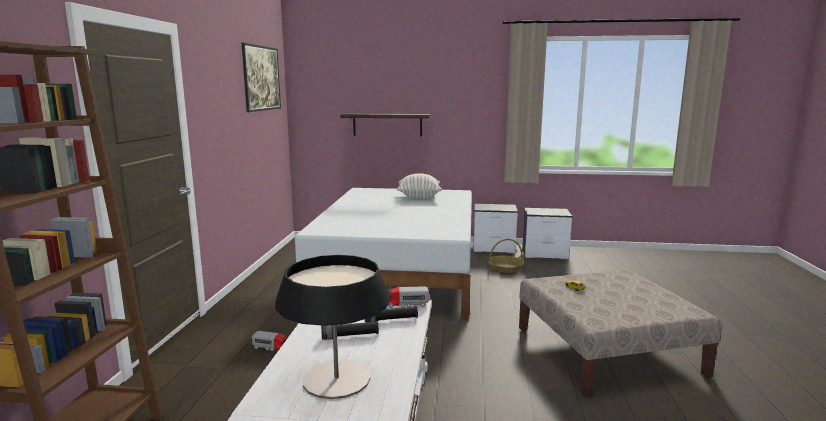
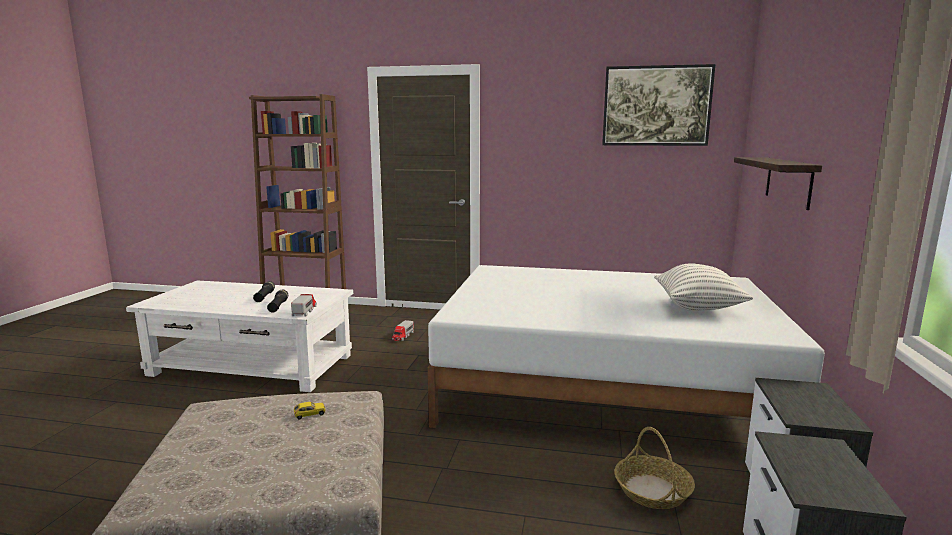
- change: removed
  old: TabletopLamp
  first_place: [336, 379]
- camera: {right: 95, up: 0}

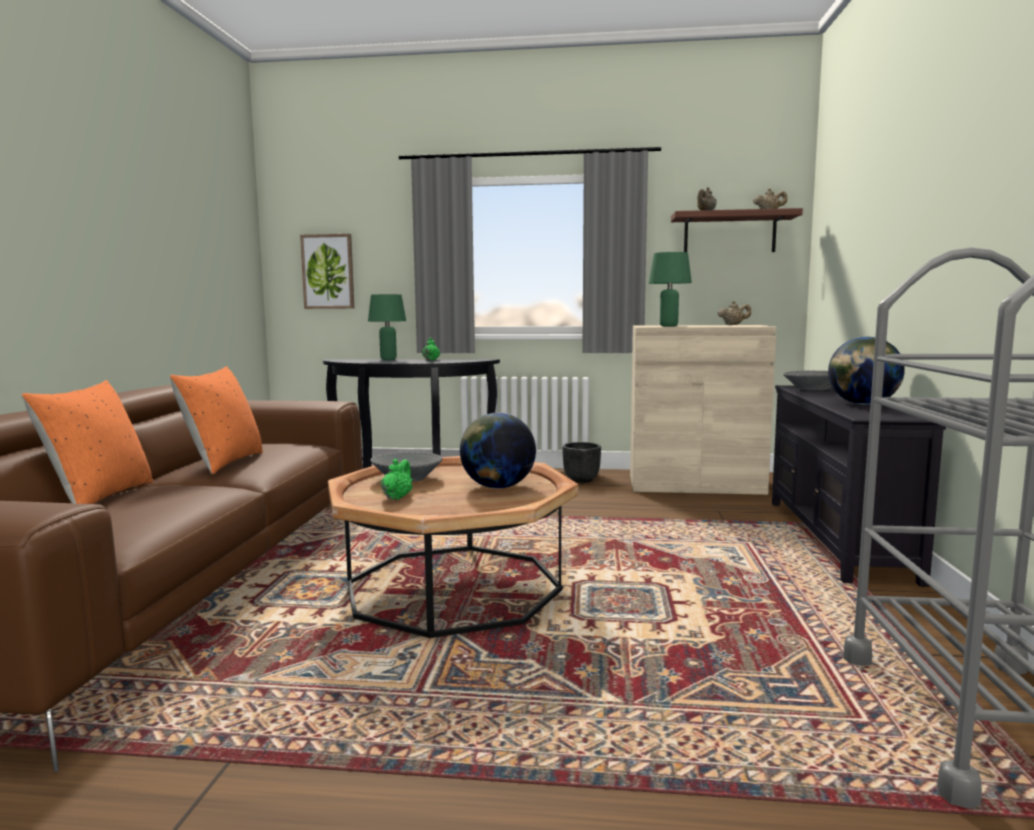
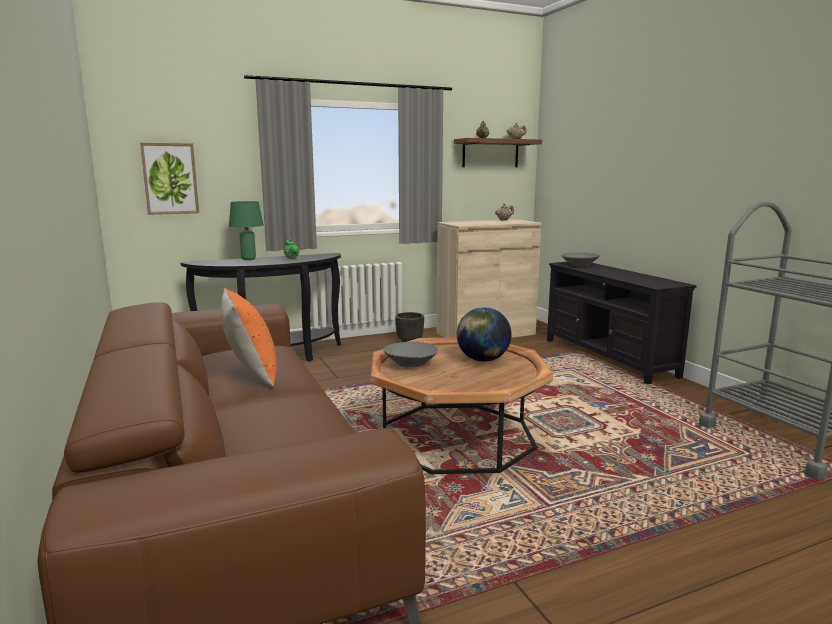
- change: removed
  old: OrangeColouredPillow
  first_place: [99, 496]
- change: removed
  old: GreenishTeaPot
  first_place: [397, 497]
- change: removed
  old: GreenishTabletopLamp
  first_place: [668, 326]
- change: removed
  old: WorldGlobe
  first_place: [862, 404]
- camera: {right: -30, up: 5}

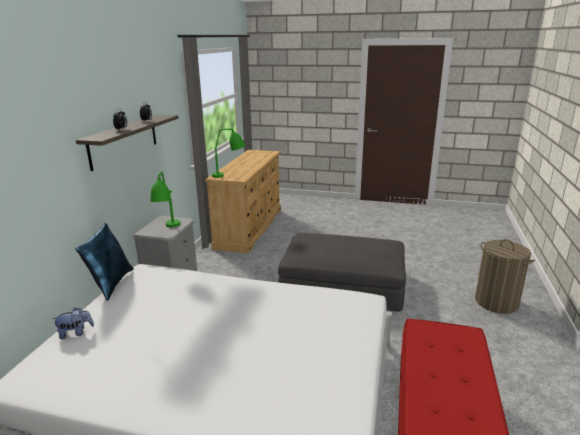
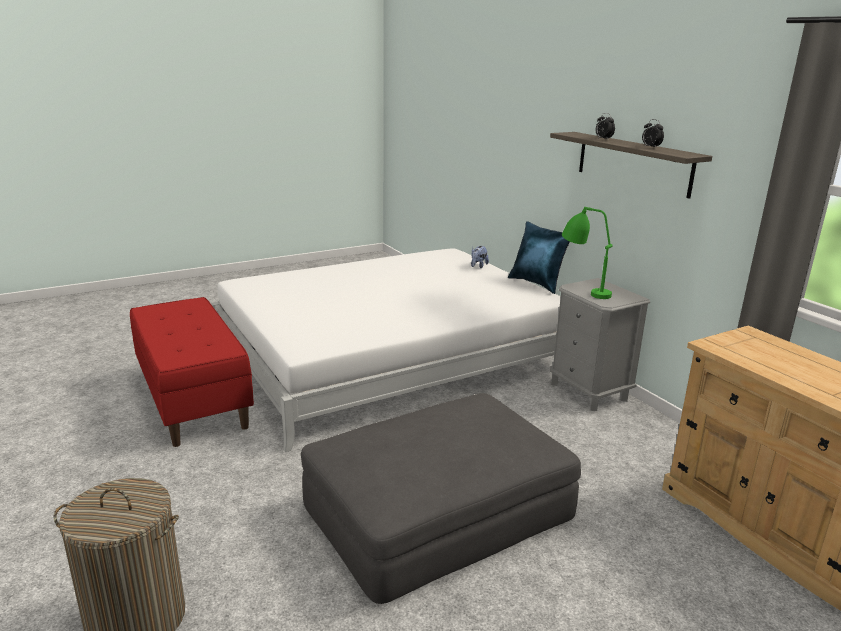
- change: removed
  old: GreenishTabletopLamp
  first_place: [230, 176]
- camera: {right: 135, up: 0}

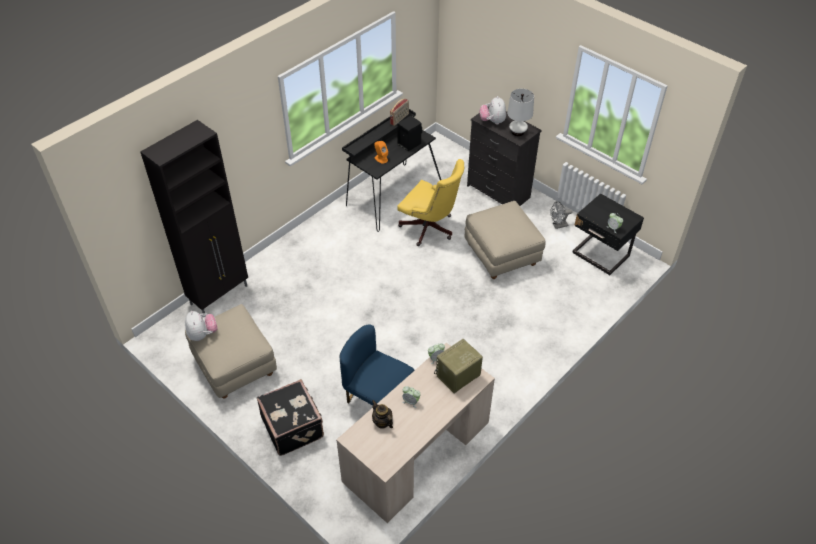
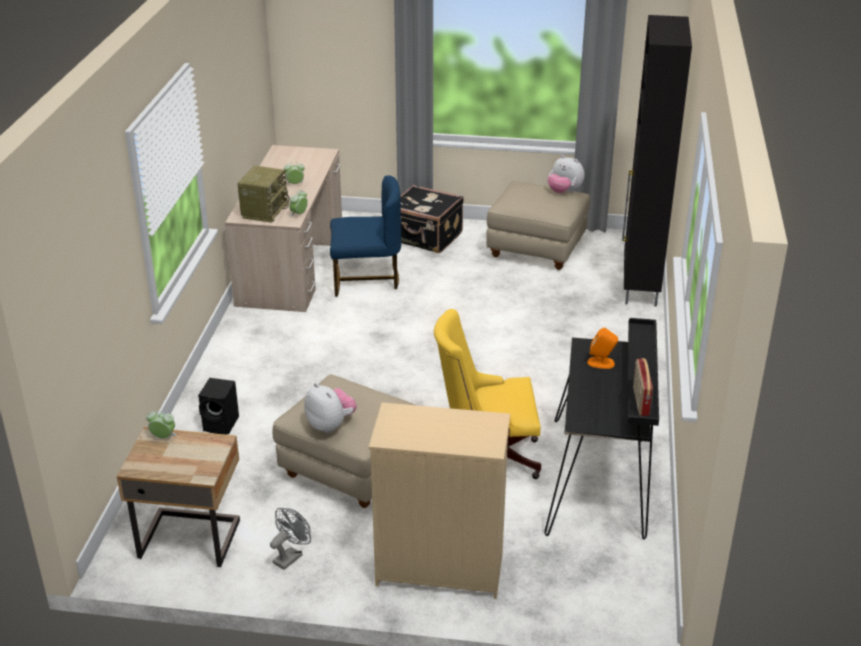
- change: recoloured
  old: BlackColouredNightTable
  new: BeigeColouredNightTable
  first_place: [600, 256]
  second_place: [190, 537]
- change: moved
  old: BlackColouredLoudspeaker
  first_place: [409, 143]
  second_place: [222, 424]
- change: moved
  old: CuddlyToy
  first_place: [492, 121]
  second_place: [330, 425]
- change: recoloured
  old: BlackColouredChestOfDrawers
  new: BeigeColouredChestOfDrawers
  first_place: [498, 192]
  second_place: [438, 568]
- change: removed
  old: TeaPot
  first_place: [382, 422]
- change: removed
  old: WhiteTabletopLamp
  first_place: [517, 132]
- camera: {right: 145, up: -15}

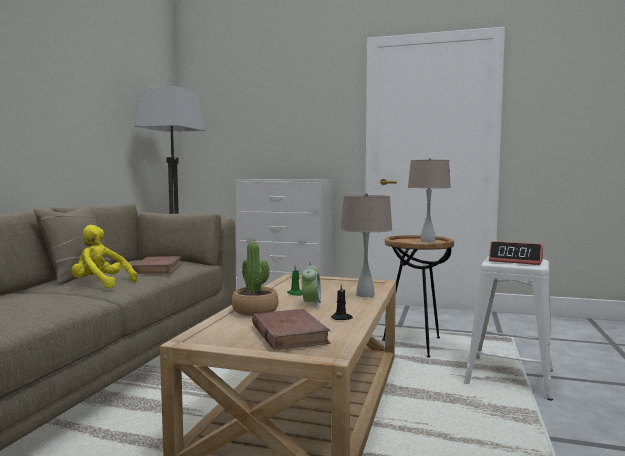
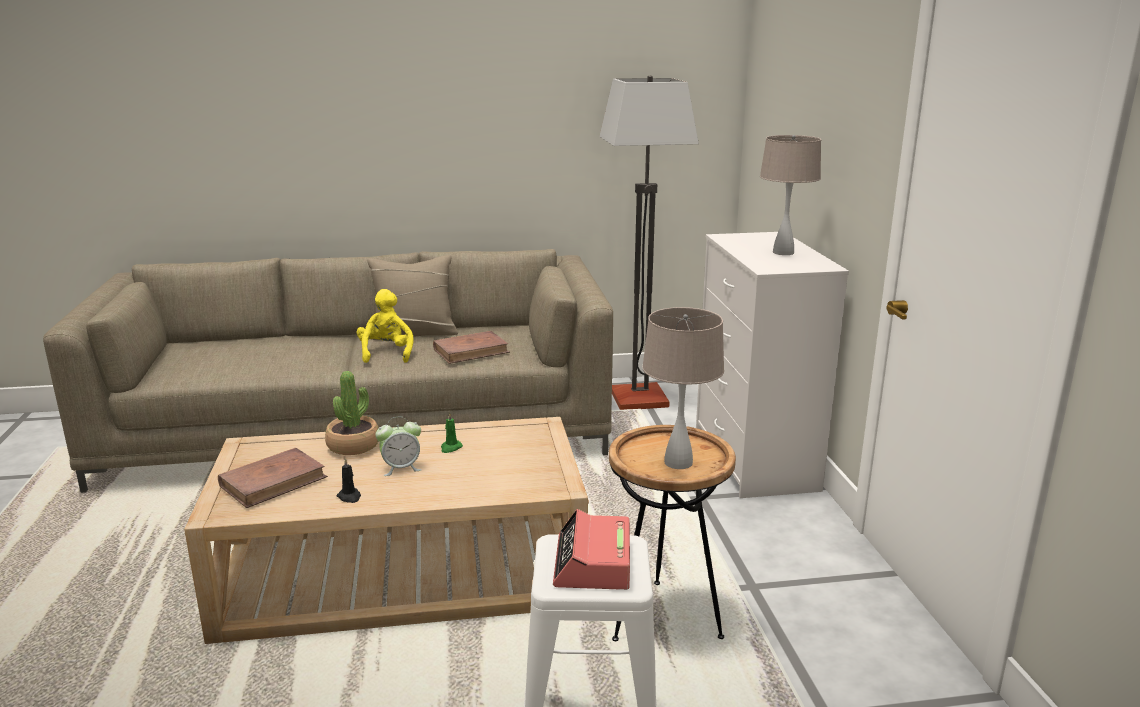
- change: moved
  old: BeigeColouredTabletopLamp
  first_place: [365, 295]
  second_place: [783, 252]
- camera: {right: 65, up: 15}

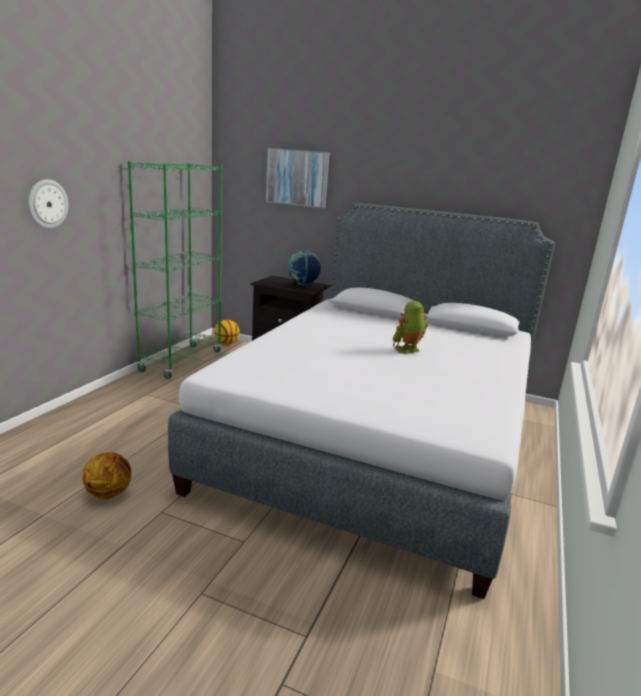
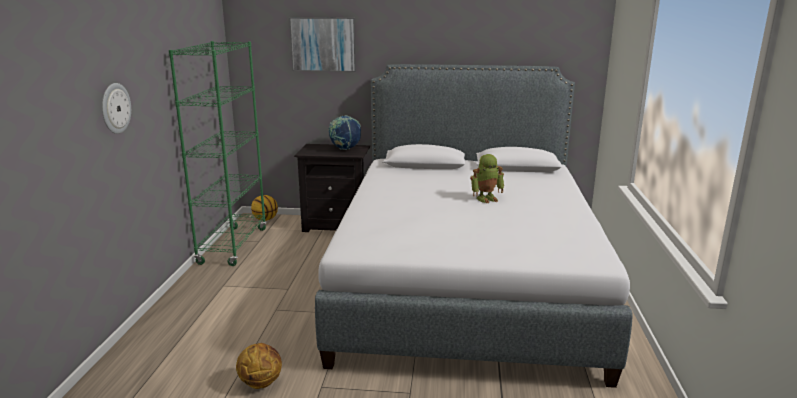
- change: turned
  old: ModelRobot
  first_place: [408, 351]
  second_place: [486, 198]
  degrees: -150
- camera: {right: -15, up: 0}

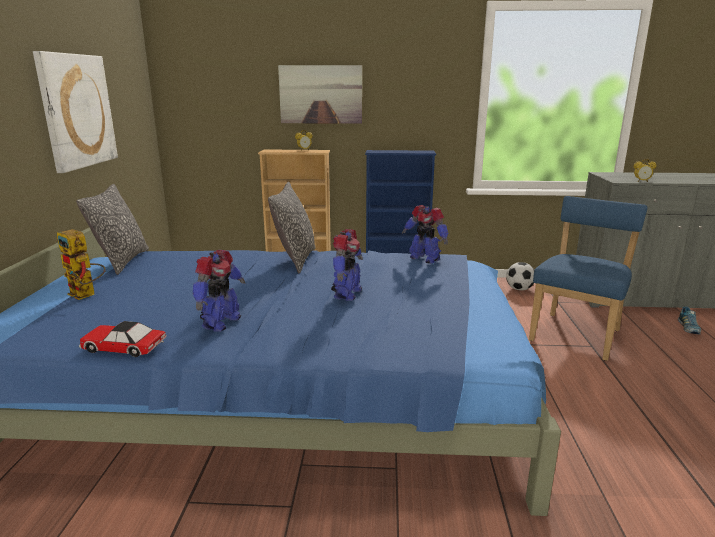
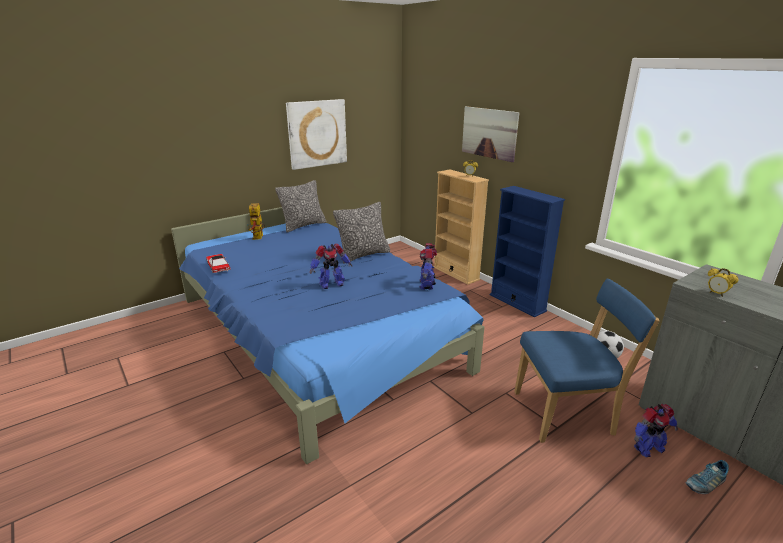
- change: moved
  old: ModelRobot
  first_place: [220, 322]
  second_place: [648, 448]
- camera: {right: 50, up: 5}

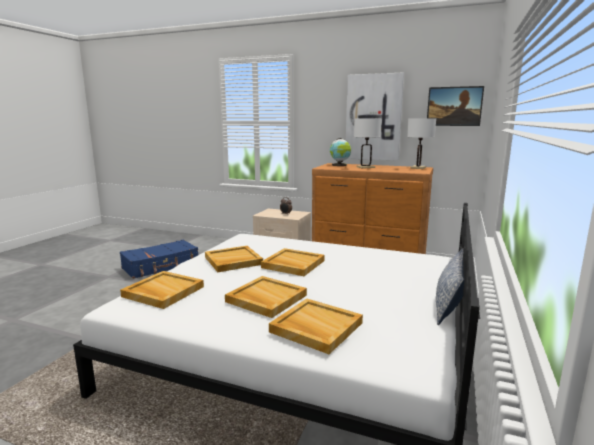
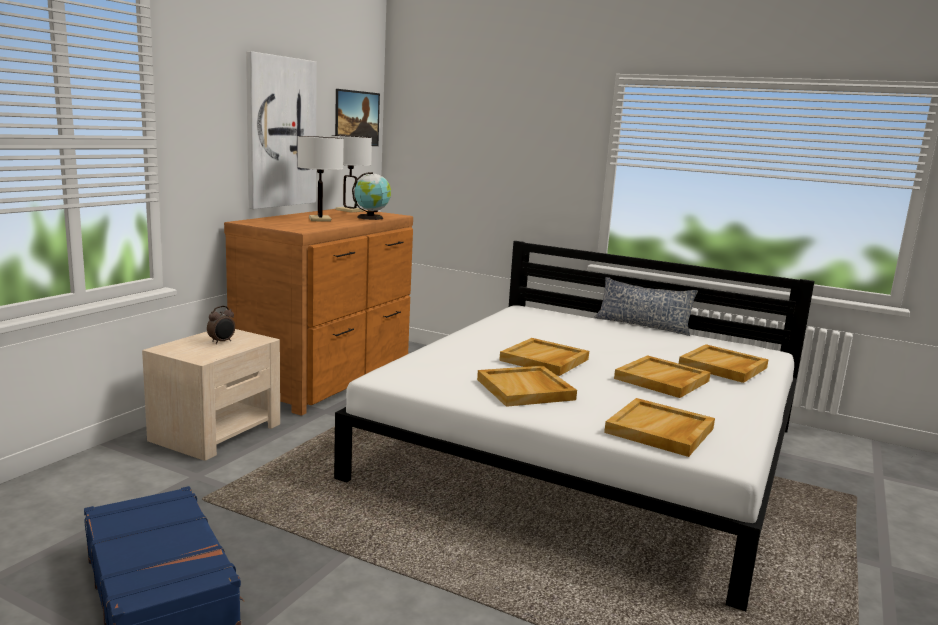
- change: moved
  old: WorldGlobe
  first_place: [340, 165]
  second_place: [371, 218]
- camera: {right: -85, up: 0}

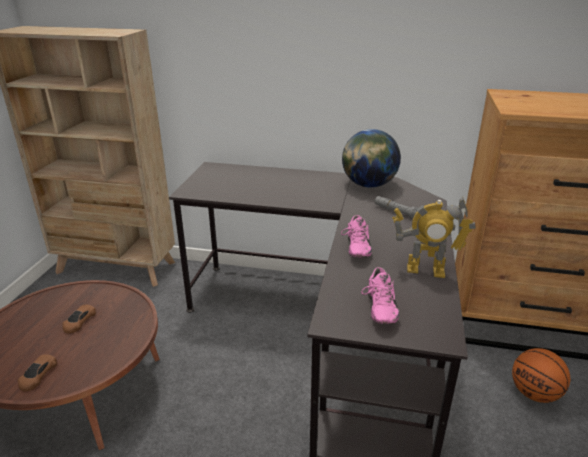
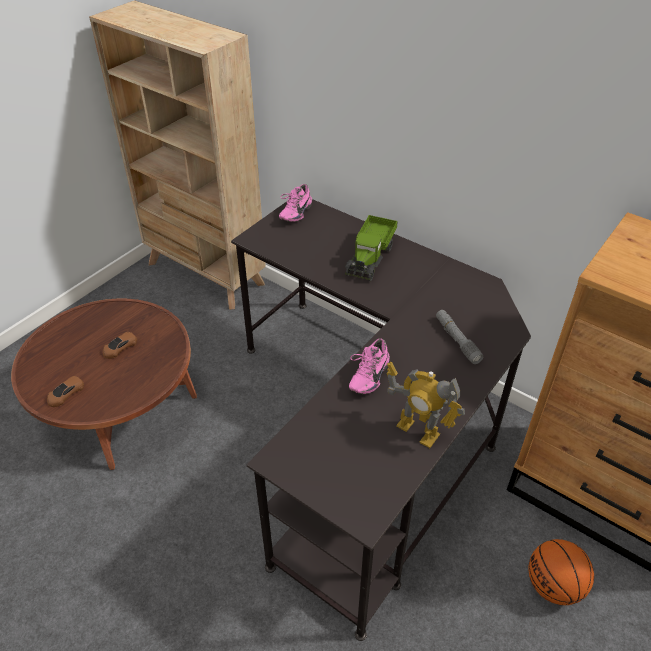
- change: moved
  old: PinkColouredLowShoe
  first_place: [378, 309]
  second_place: [294, 213]
- change: added
  new: ModelTruck
  second_place: [370, 257]
- change: removed
  old: WorldGlobe
  first_place: [368, 185]
- camera: {right: 25, up: 15}

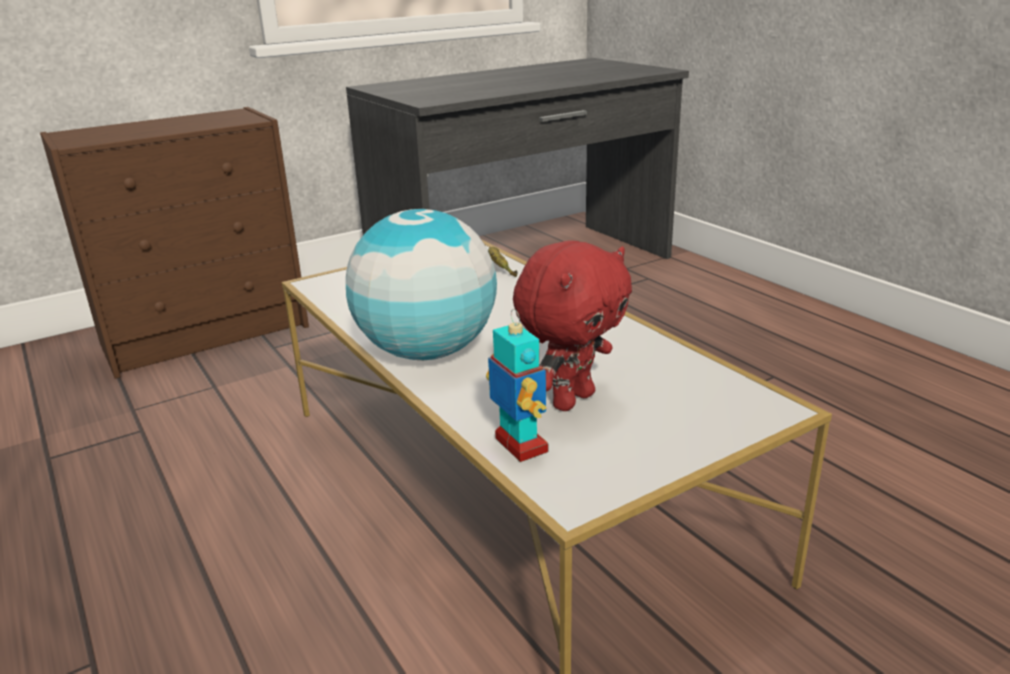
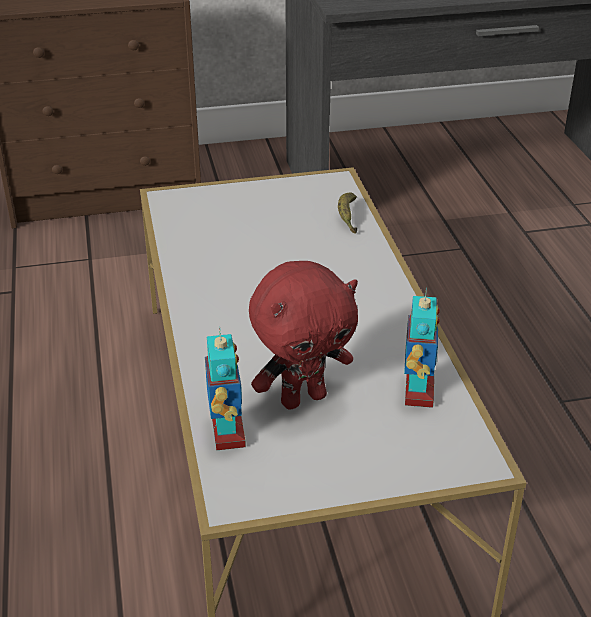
- change: added
  new: ModelRobot
  second_place: [417, 393]
- change: removed
  old: WorldGlobe
  first_place: [427, 352]
- camera: {right: 20, up: 10}

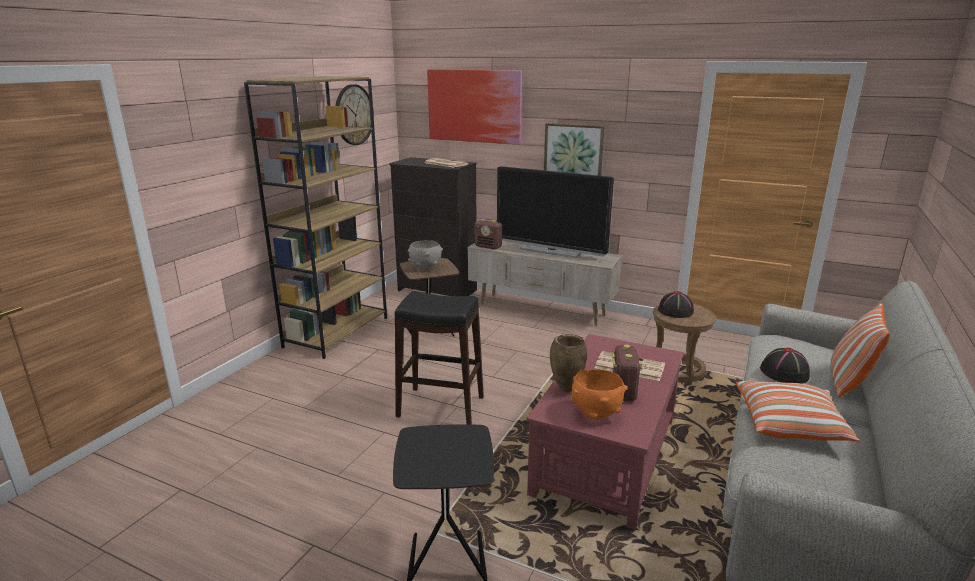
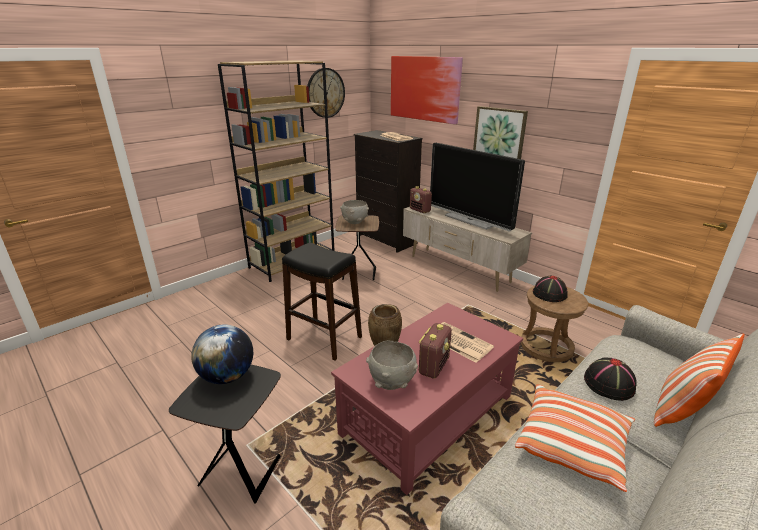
- change: added
  new: WorldGlobe
  second_place: [227, 376]
- change: recoloured
  old: OrangeColouredDeepDish
  new: GrayDeepDish
  first_place: [596, 413]
  second_place: [392, 382]
- camera: {right: 20, up: 5}

